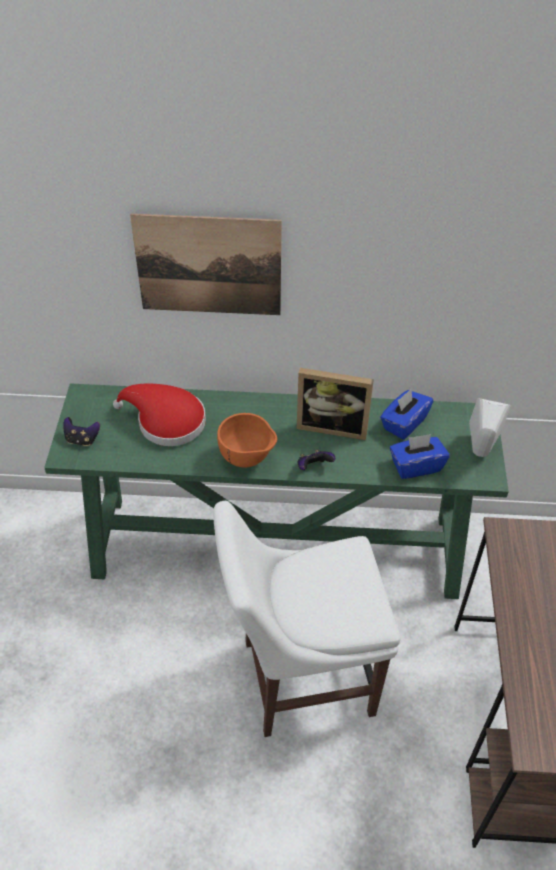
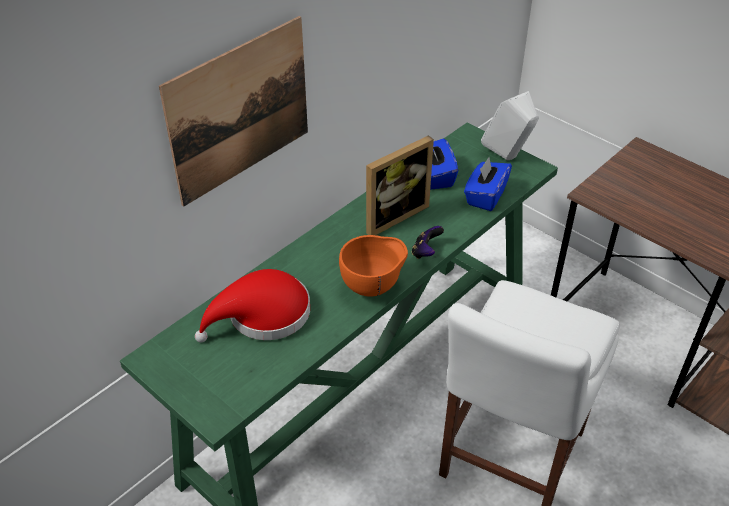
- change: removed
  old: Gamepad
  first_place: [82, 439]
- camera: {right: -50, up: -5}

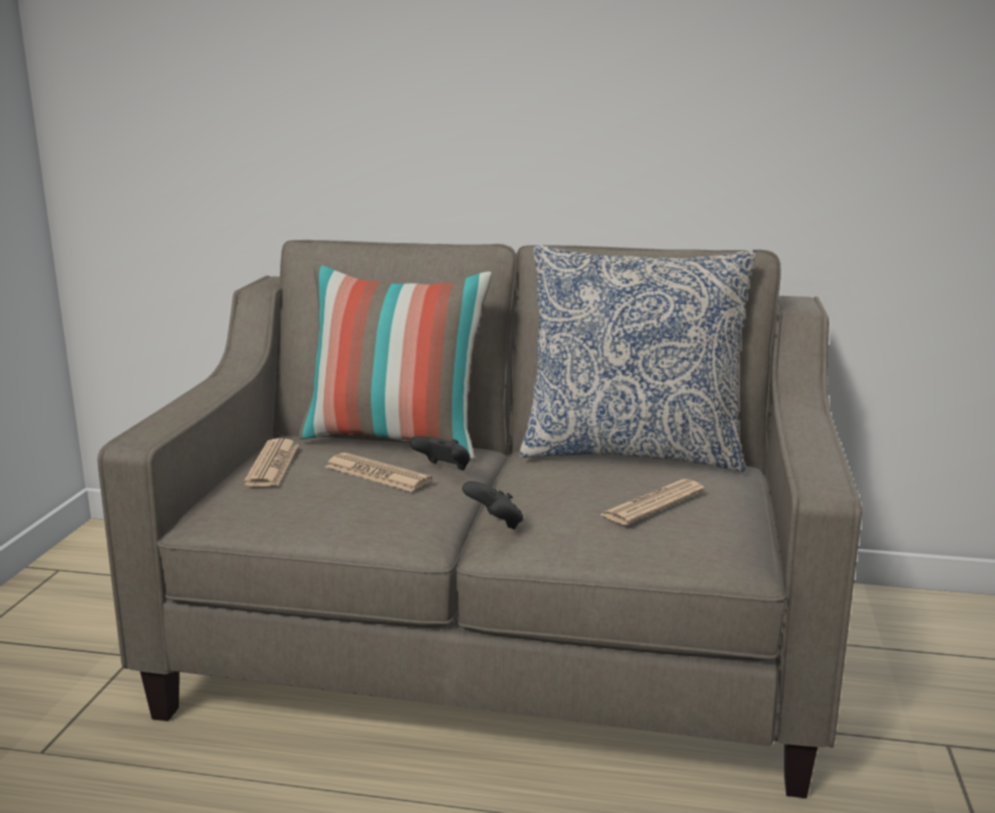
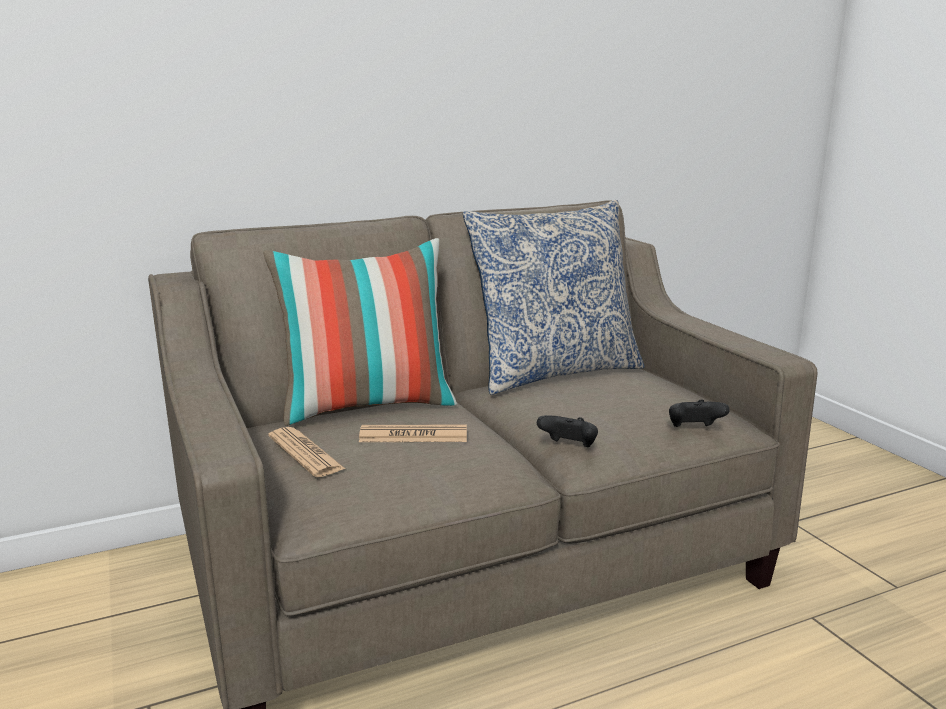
- change: moved
  old: BlackColouredGamepad
  first_place: [443, 469]
  second_place: [694, 429]
- change: removed
  old: PrintedPaper
  first_place: [653, 503]
- camera: {right: -35, up: 0}

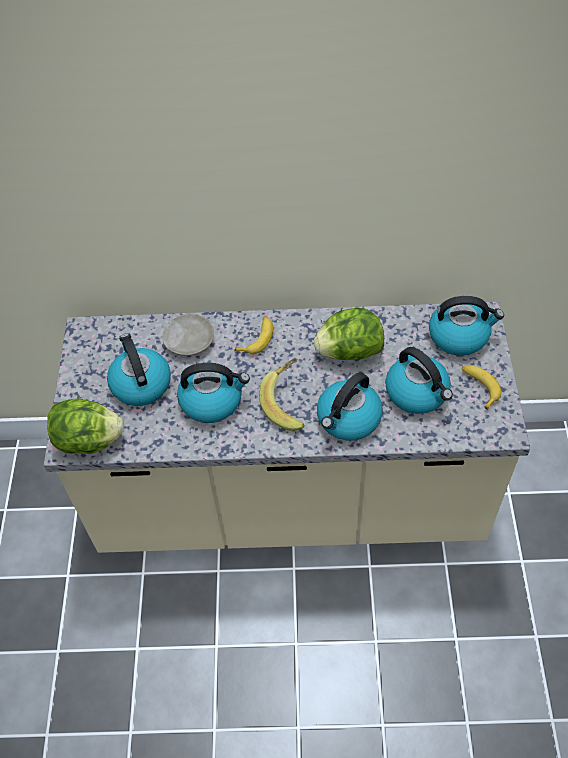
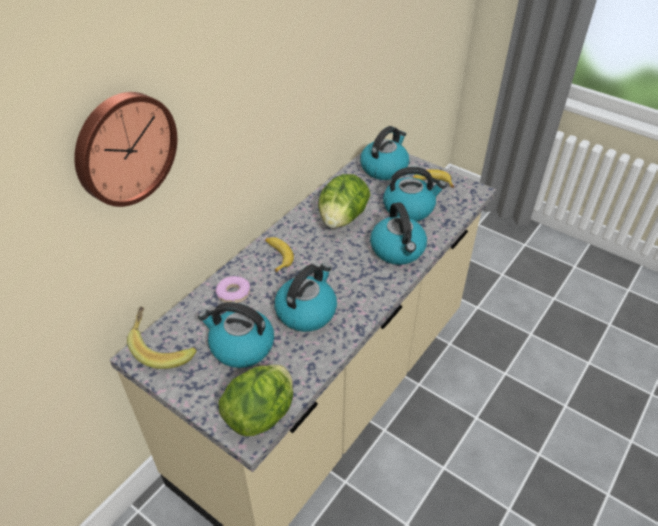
- change: added
  new: WallClock
  second_place: [124, 148]
- change: moved
  old: Banana
  first_place: [289, 403]
  second_place: [163, 347]
- change: replaced
  old: BeigeColouredPlate
  new: Doughnut
  first_place: [189, 340]
  second_place: [233, 293]
- camera: {right: -55, up: -10}

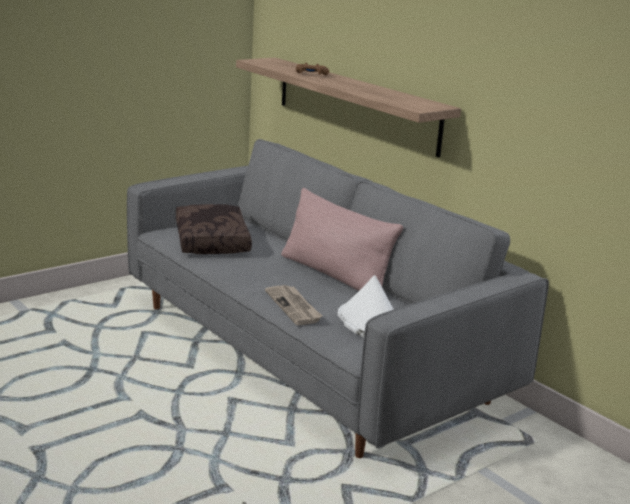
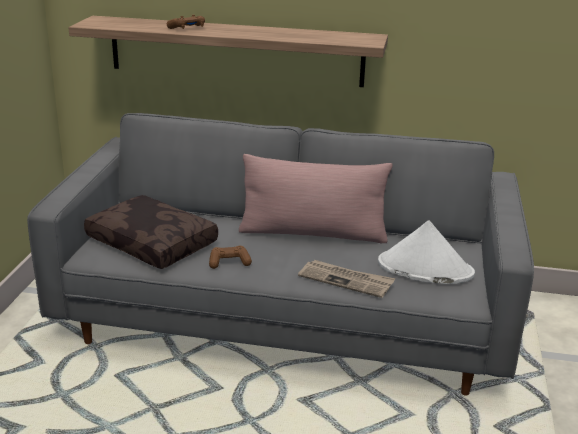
- change: added
  new: BrownColouredGamepad
  second_place: [229, 262]
- camera: {right: -40, up: 5}

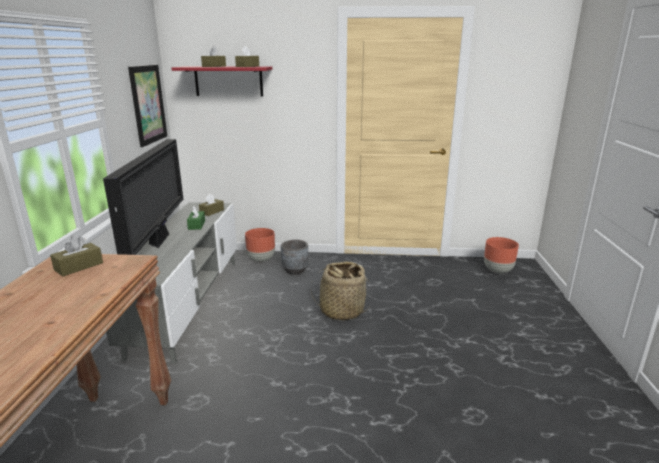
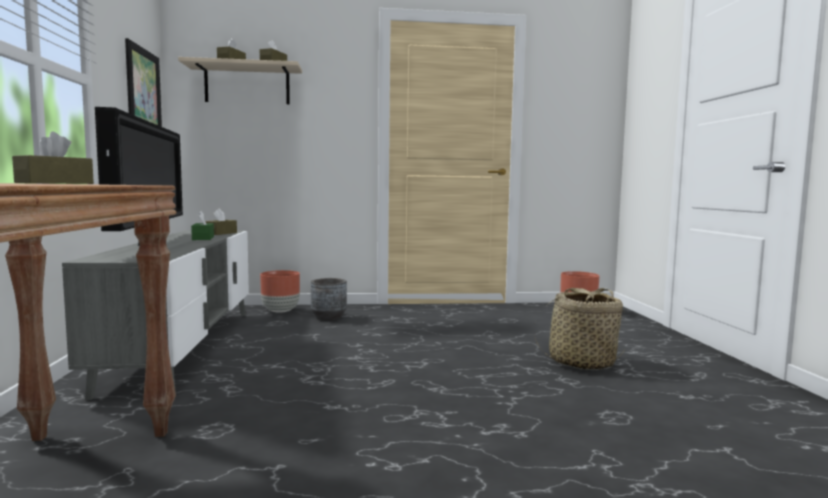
- change: recoloured
  old: ReddishWallShelf
  new: BeigeColouredWallShelf
  first_place: [228, 81]
  second_place: [247, 85]
- change: moved
  old: StorageBasket
  first_place: [341, 311]
  second_place: [581, 362]
- camera: {right: -10, up: -15}

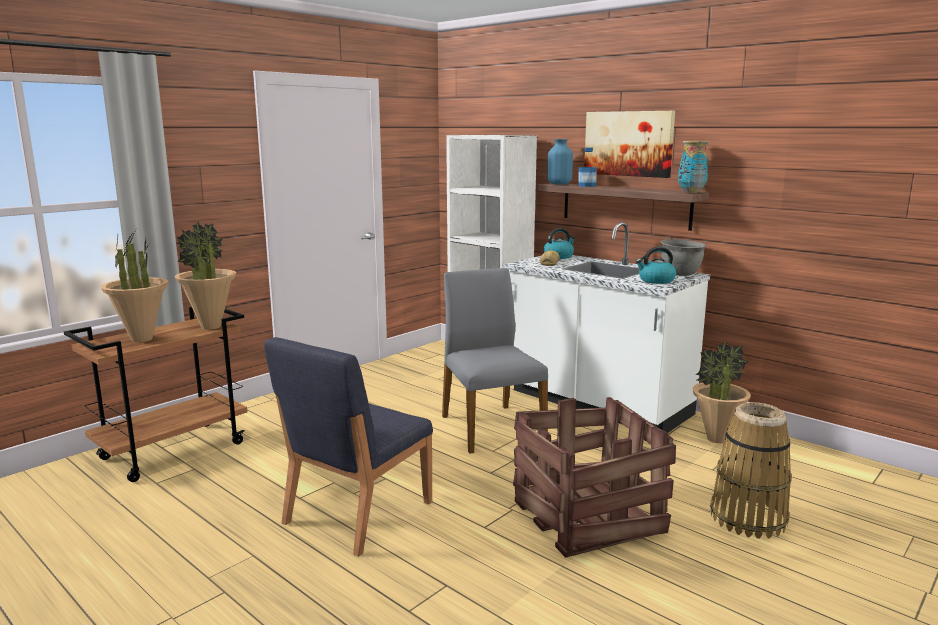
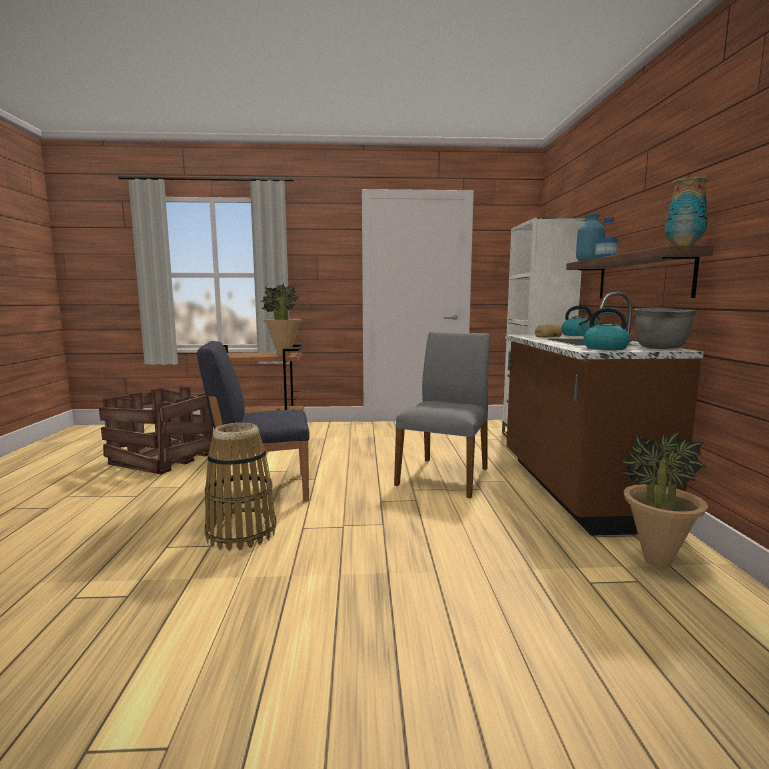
- change: moved
  old: PackingCrate
  first_place: [588, 517]
  second_place: [162, 459]
- change: moved
  old: StorageBasket
  first_place: [747, 518]
  second_place: [241, 533]
- change: recoloured
  old: WhiteKitchenBaseUnit
  new: BrownColouredKitchenBaseUnit
  first_place: [595, 404]
  second_place: [574, 490]
- change: removed
  old: PottedPlant
  first_place: [141, 339]
- change: removed
  old: WallArt
  first_place: [628, 143]
- camera: {right: 45, up: -5}

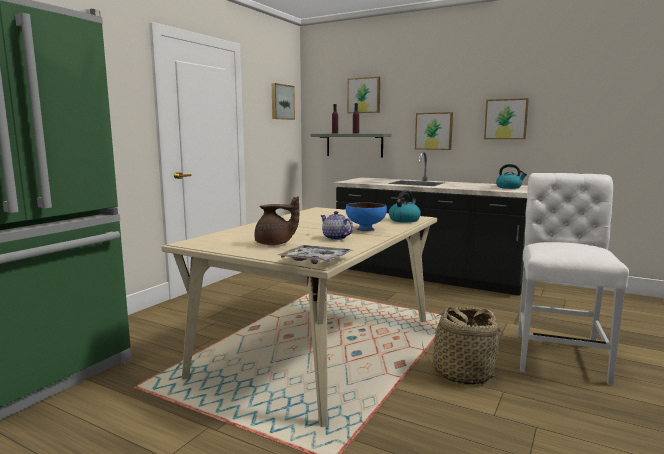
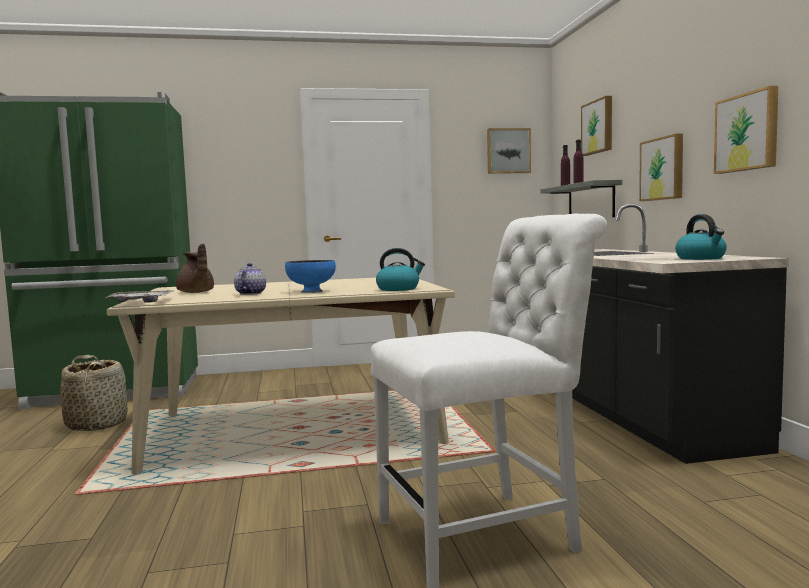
- change: moved
  old: StorageBasket
  first_place: [462, 373]
  second_place: [97, 424]
- camera: {right: 50, up: -5}

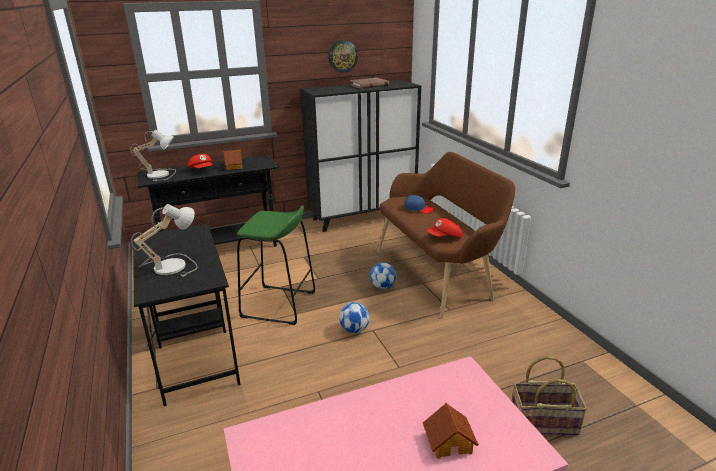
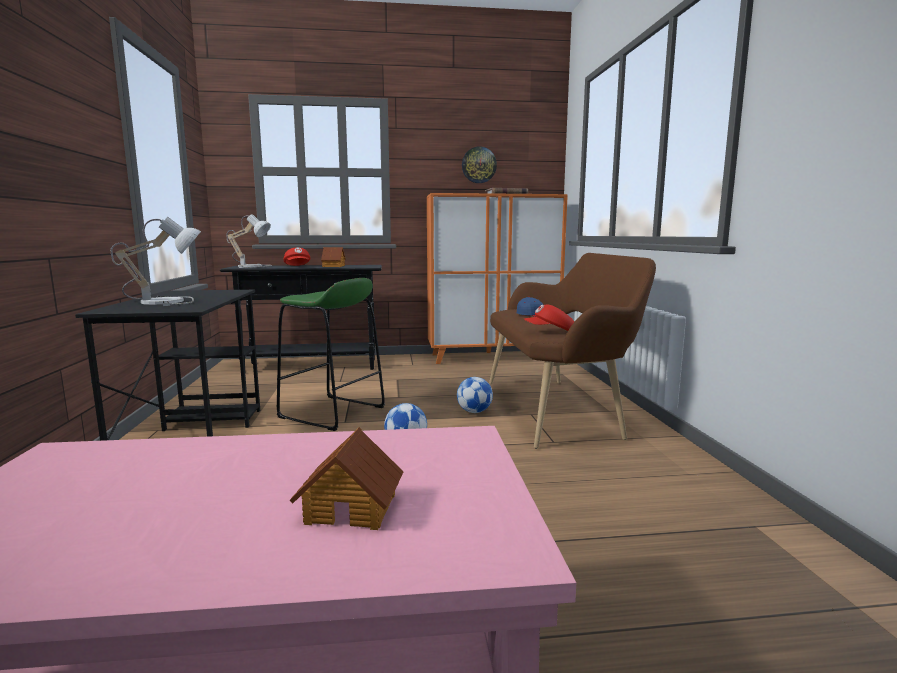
- change: recoloured
  old: BlackColouredStorageCabinet
  new: OrangeColouredStorageCabinet
  first_place: [363, 217]
  second_place: [492, 357]
- change: removed
  old: StorageBasket
  first_place: [543, 421]
- camera: {right: 15, up: -15}

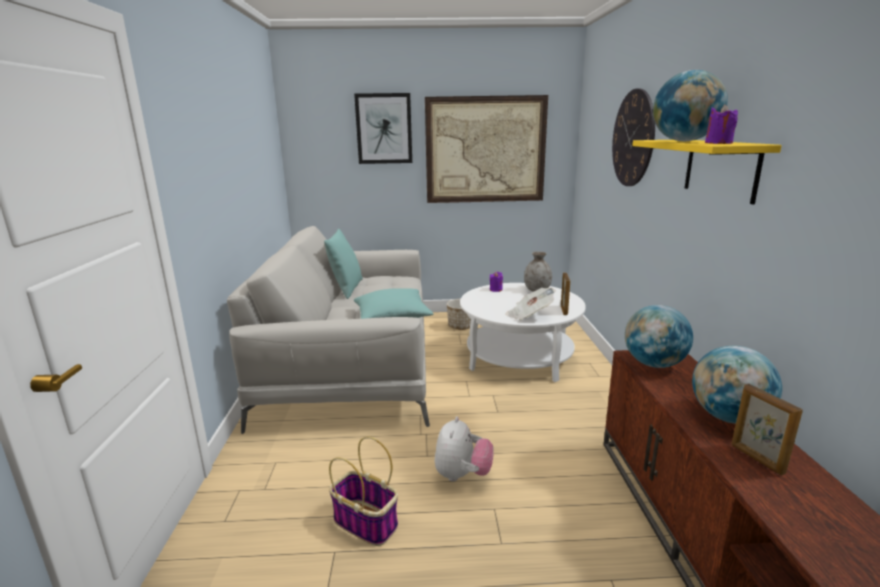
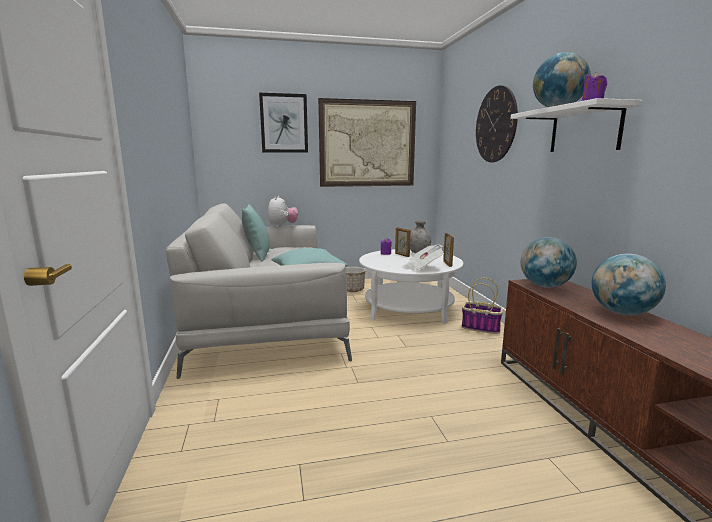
- change: moved
  old: CuddlyToy
  first_place: [462, 475]
  second_place: [282, 226]
- change: moved
  old: PhotoFrame
  first_place: [756, 459]
  second_place: [402, 255]
- change: moved
  old: StorageBasket
  first_place: [367, 523]
  second_place: [481, 328]
- change: recoloured
  old: YellowishWallShelf
  new: WhiteWallShelf
  first_place: [720, 169]
  second_place: [584, 130]
- camera: {right: -10, up: -5}

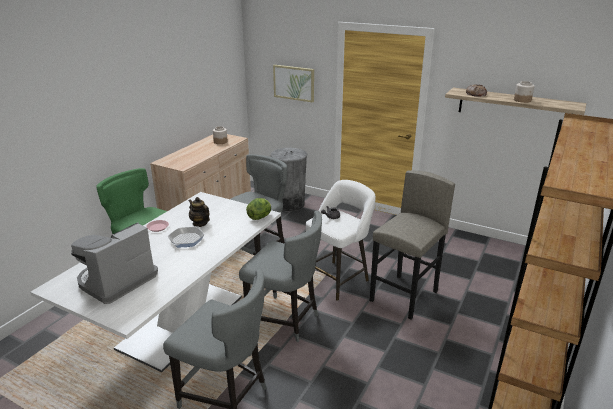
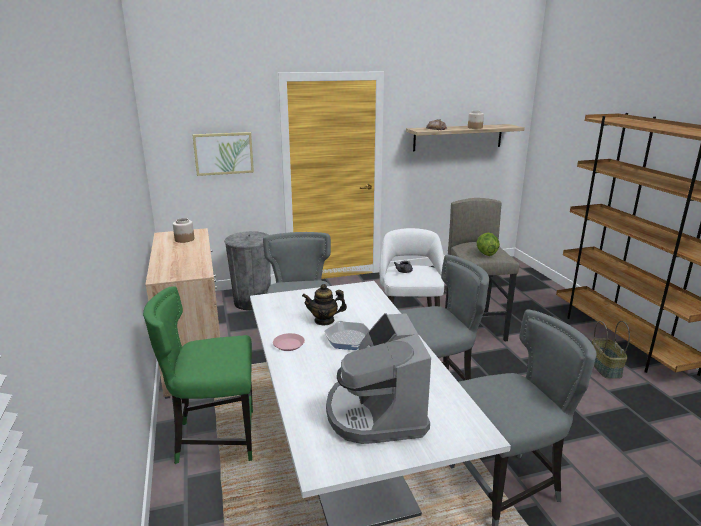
- change: moved
  old: Lettuce
  first_place: [260, 217]
  second_place: [486, 253]
- change: added
  new: StorageBasket
  second_place: [605, 368]
- camera: {right: -45, up: -5}

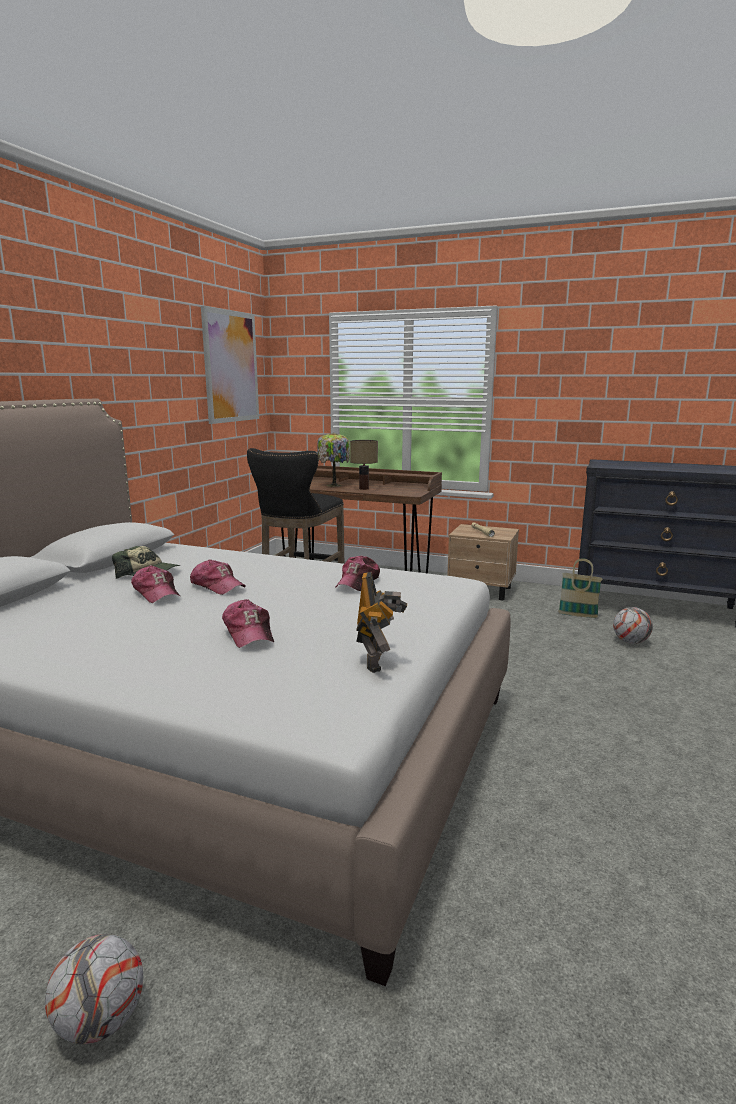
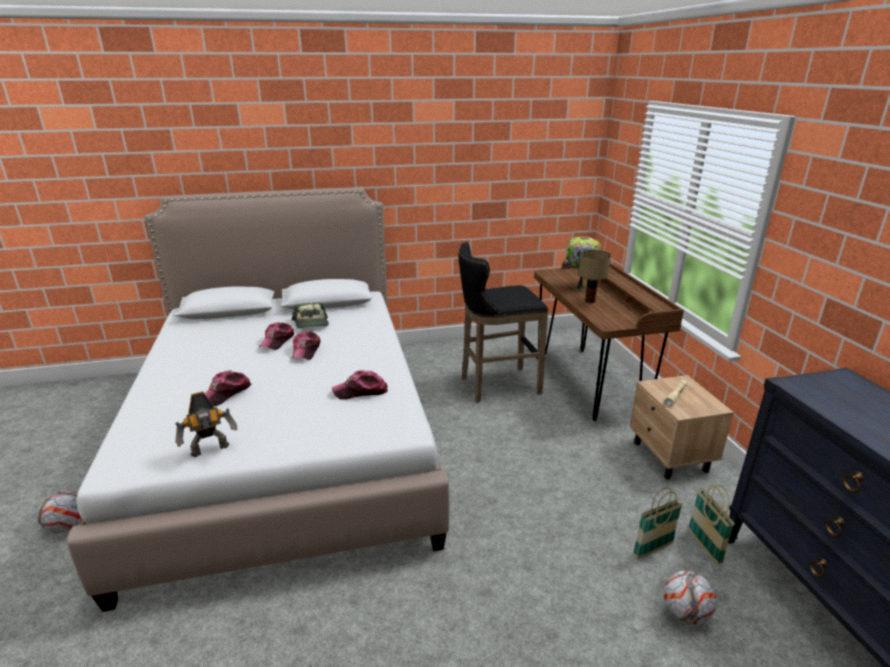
- change: added
  new: StorageBasket
  second_place: [653, 549]
- change: removed
  old: WallArt
  first_place: [231, 367]
- camera: {right: 55, up: 10}

